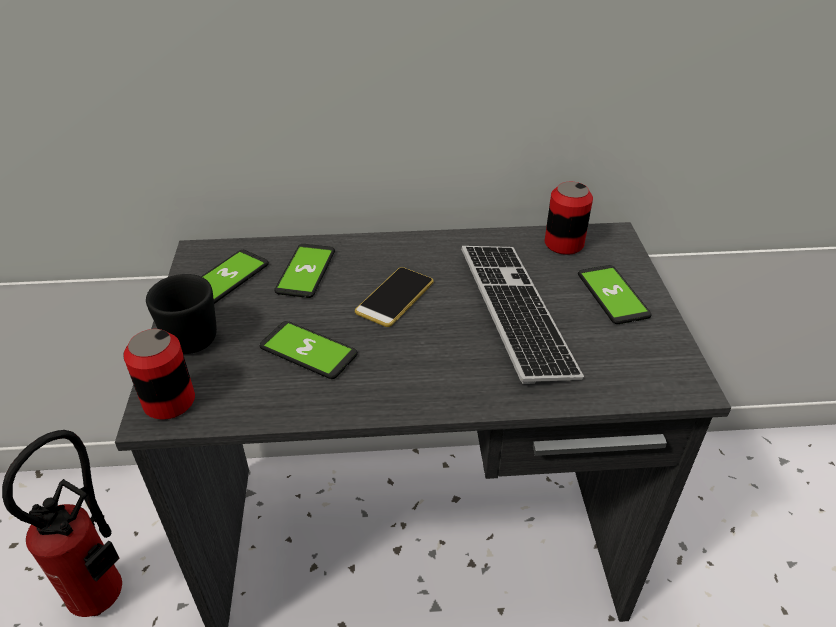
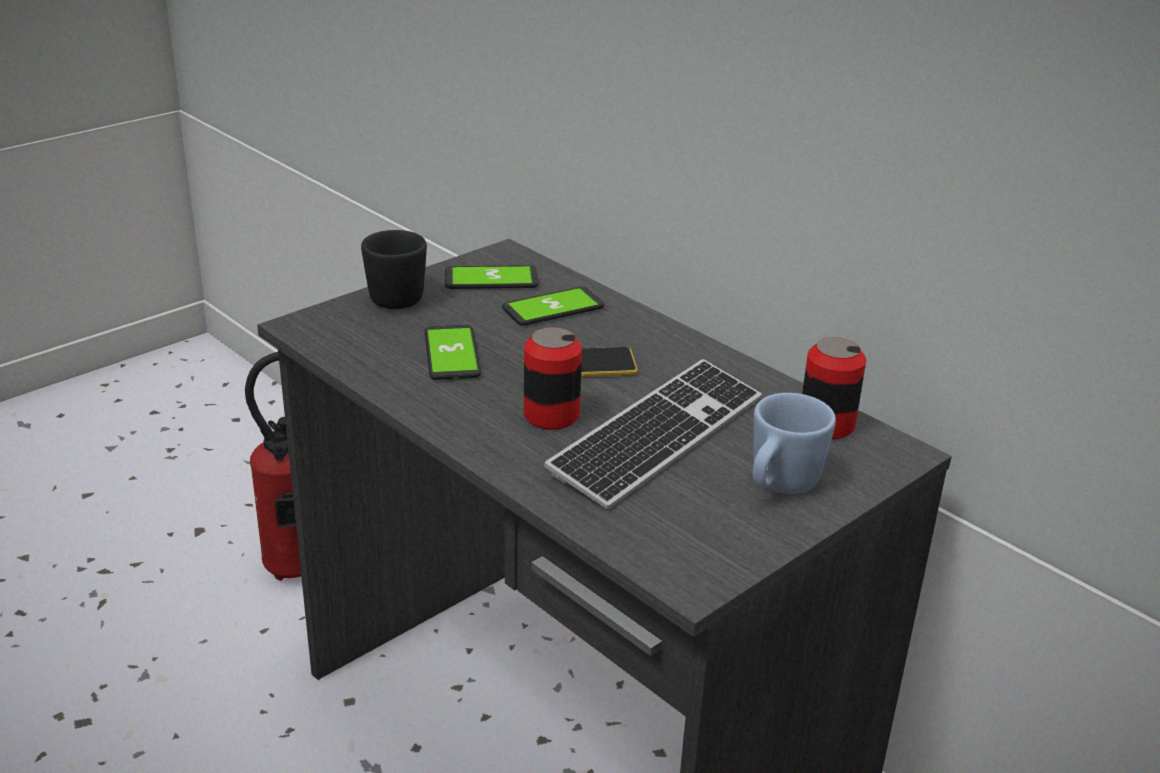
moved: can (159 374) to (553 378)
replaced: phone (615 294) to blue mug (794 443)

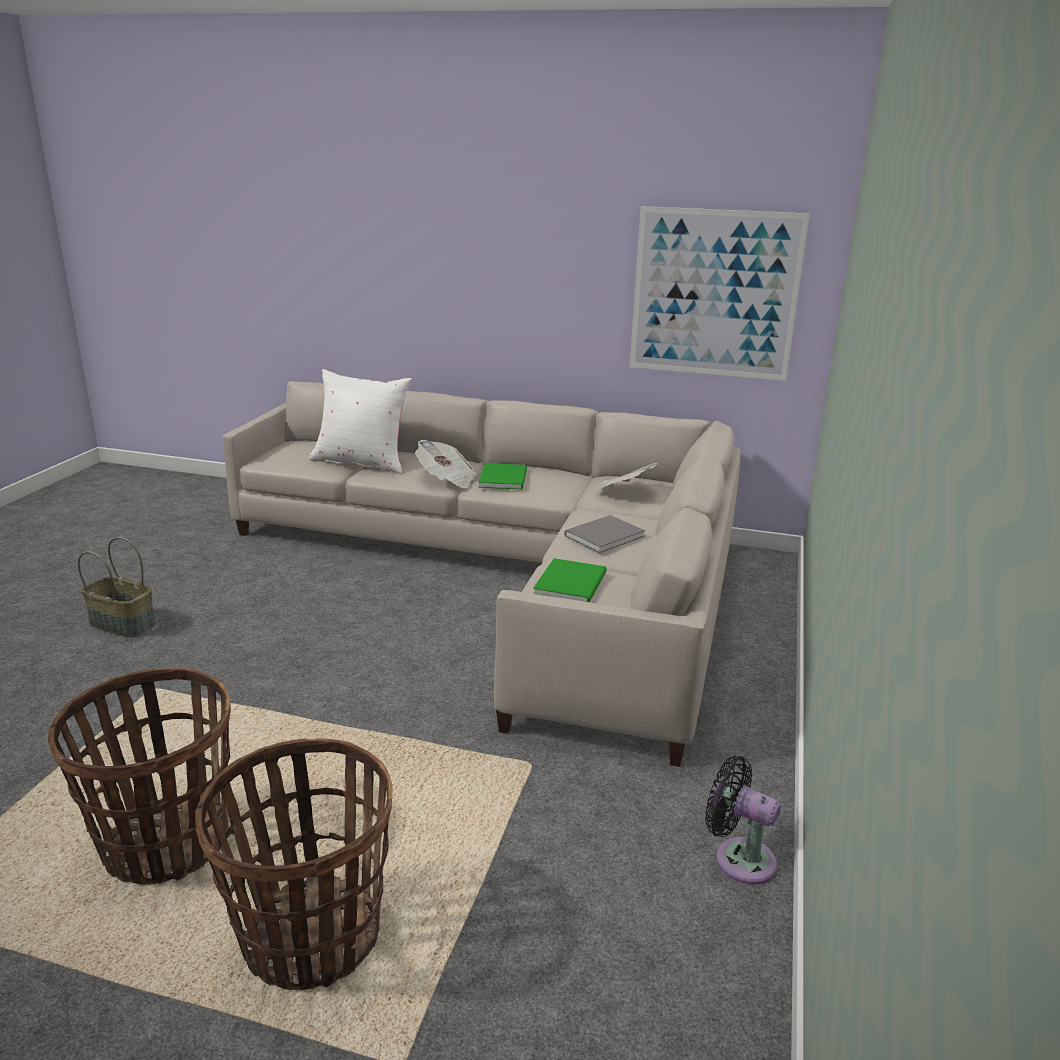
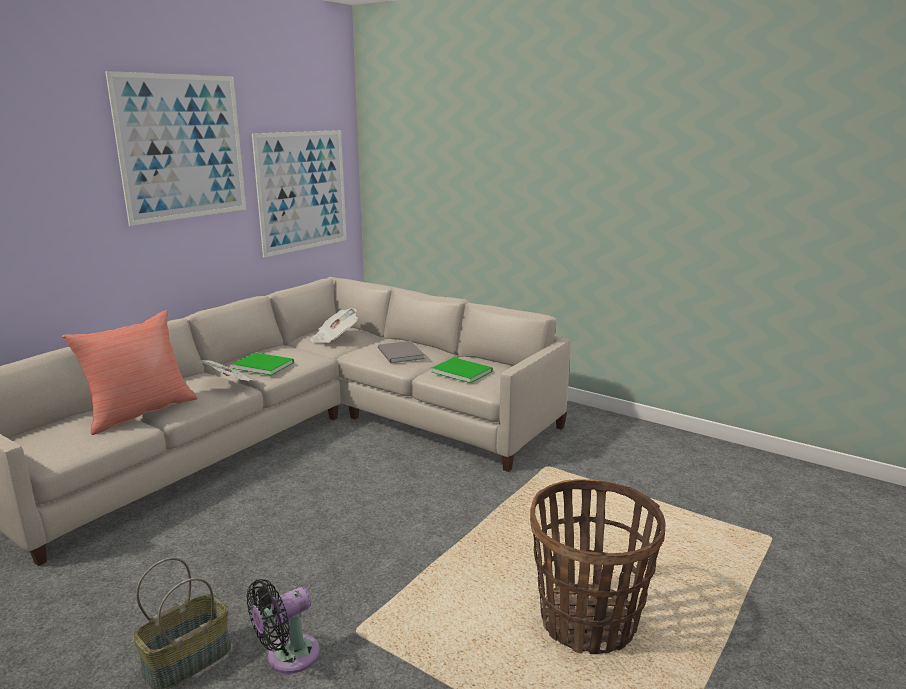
removed: basket (294 864)
added: picture (175 148)
moved: black fan (743 820) to (283 626)
recoloured: white pillow (360 421) to red pillow (130 372)

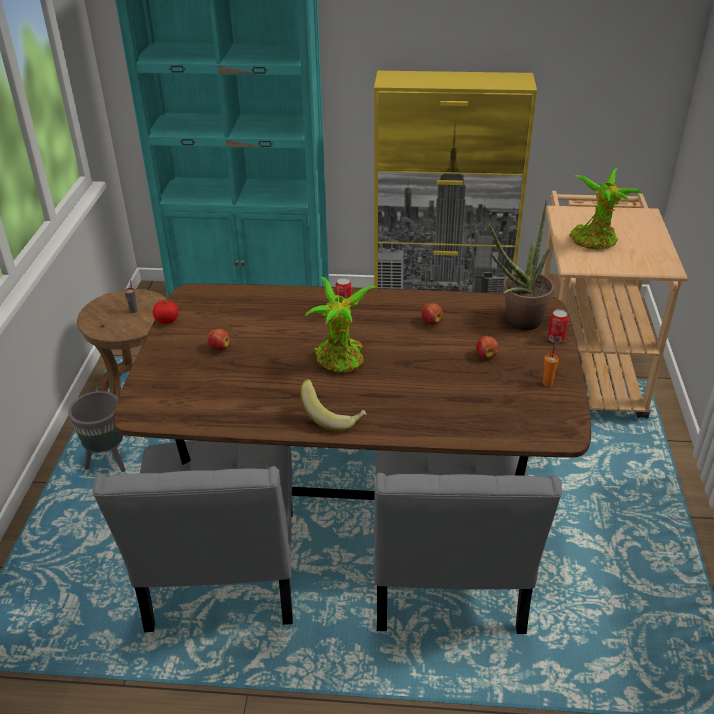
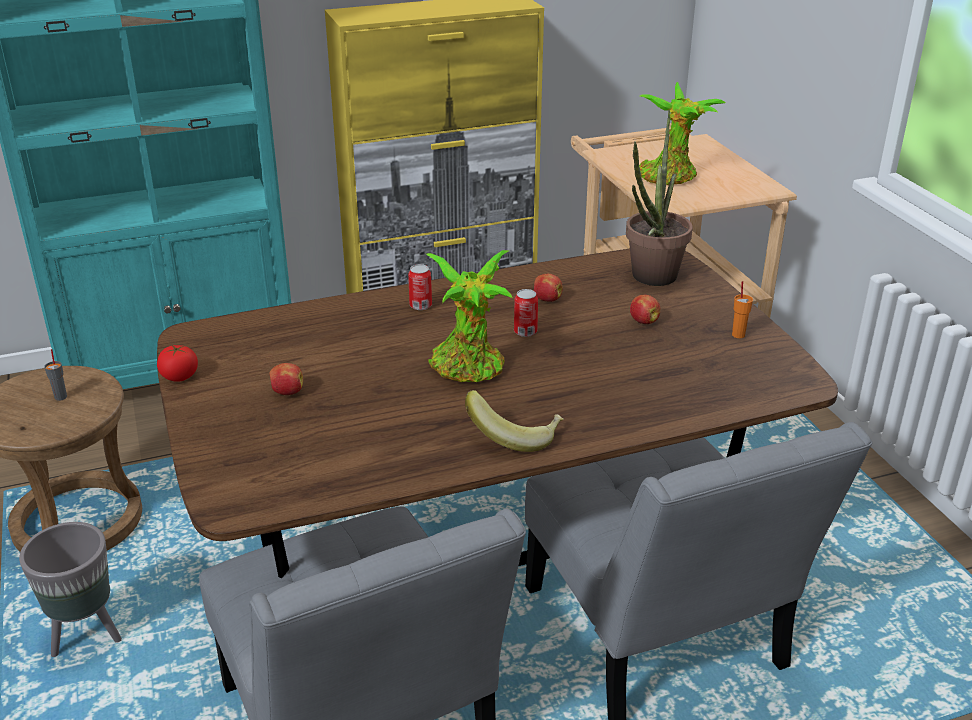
moved: can (558 326) to (526 313)

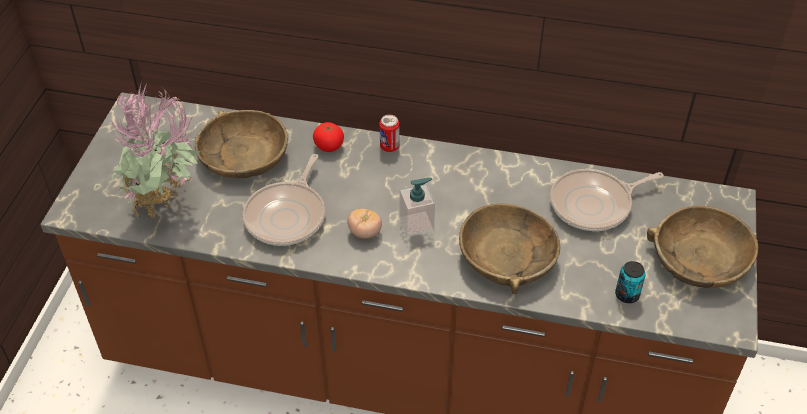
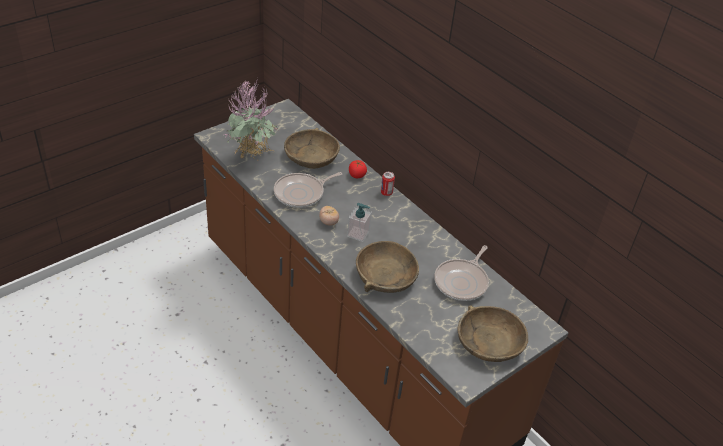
removed: can (630 282)
turned: frying pan (607 200) = (461 273) 75 degrees counterclockwise

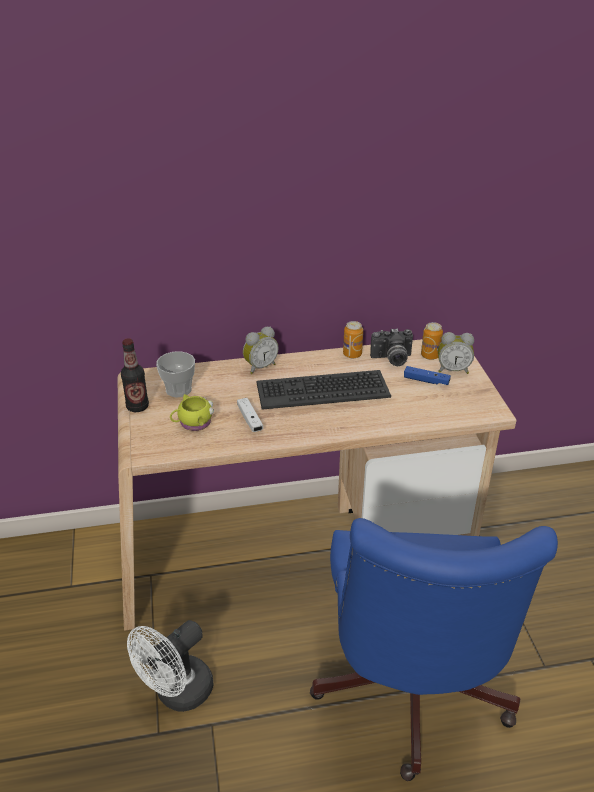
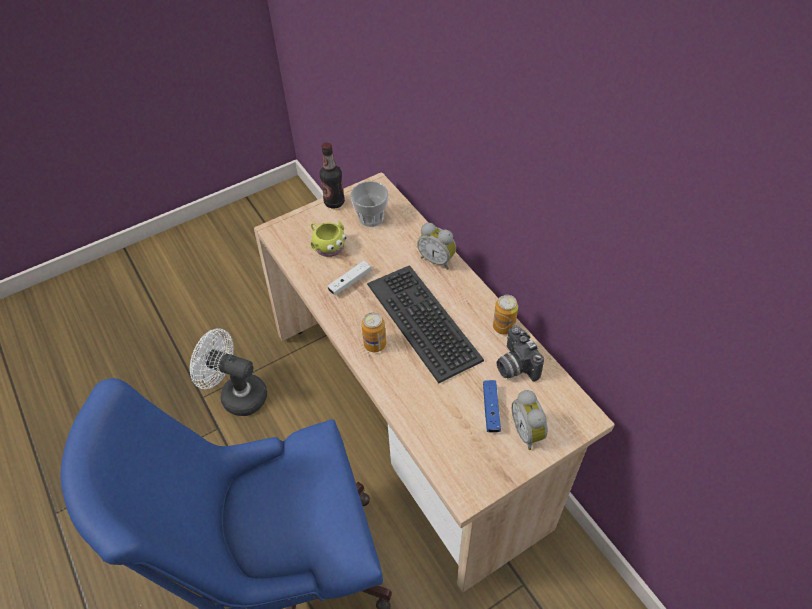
moved: can (432 341) to (373 332)

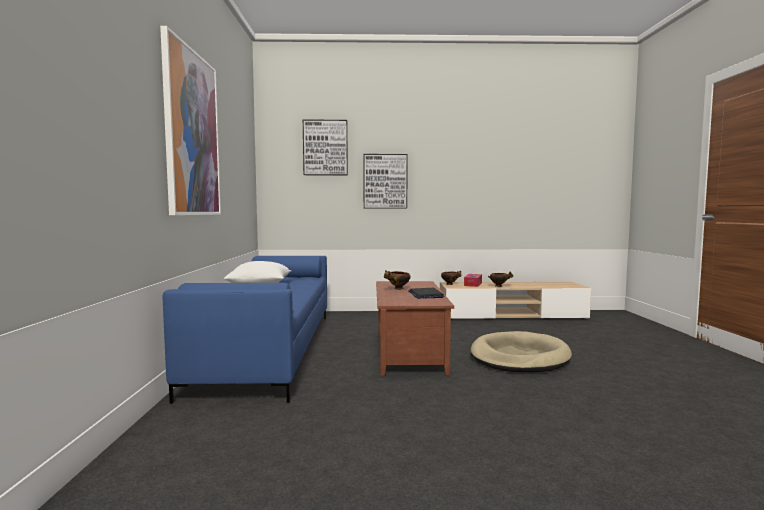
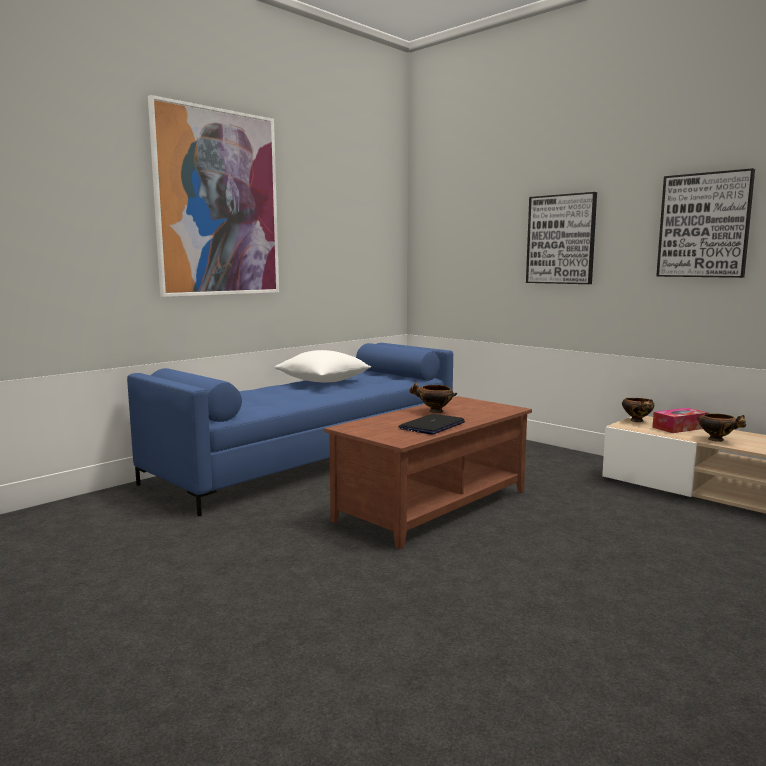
removed: beige dog bed (521 351)
moved: picture (325 147) to (705 223)

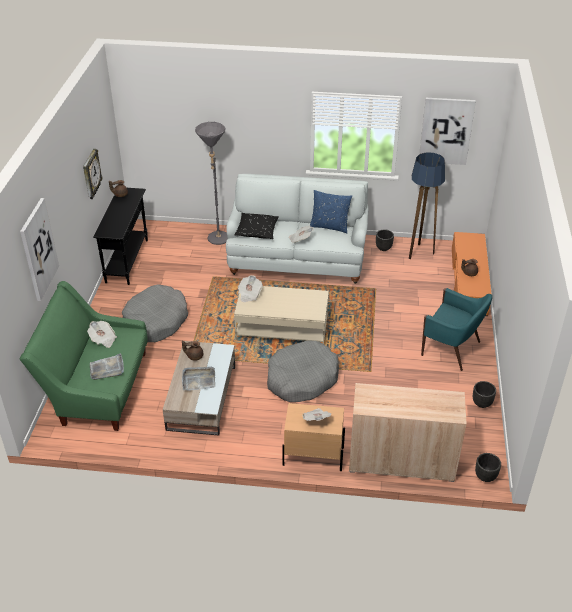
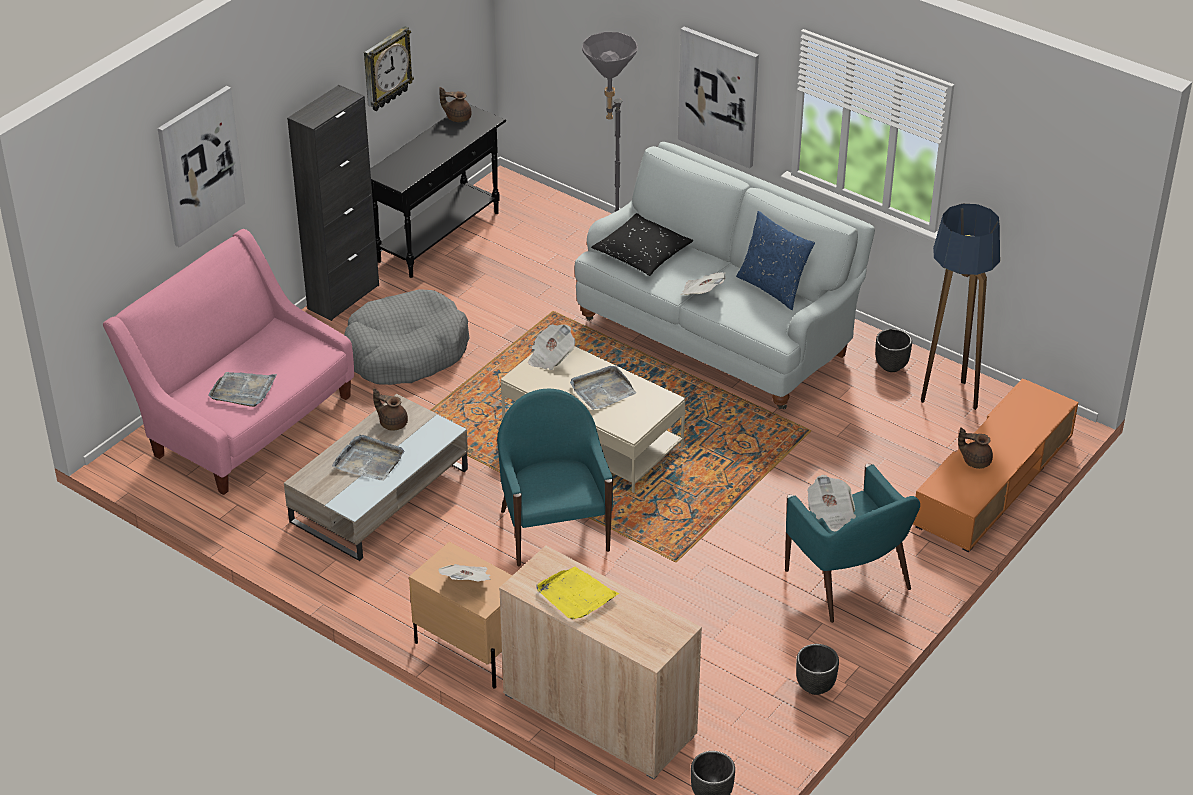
added: black cabinet (333 203); grey tray (603 388); yellow tray (577 593)
moved: picture (447 131) to (718 97); newspaper (102 334) to (831 503)
replaced: grey dog bed (303 371) to turquoise armchair (555 477)
recoloured: green sofa (83 356) to pink sofa (228 362)

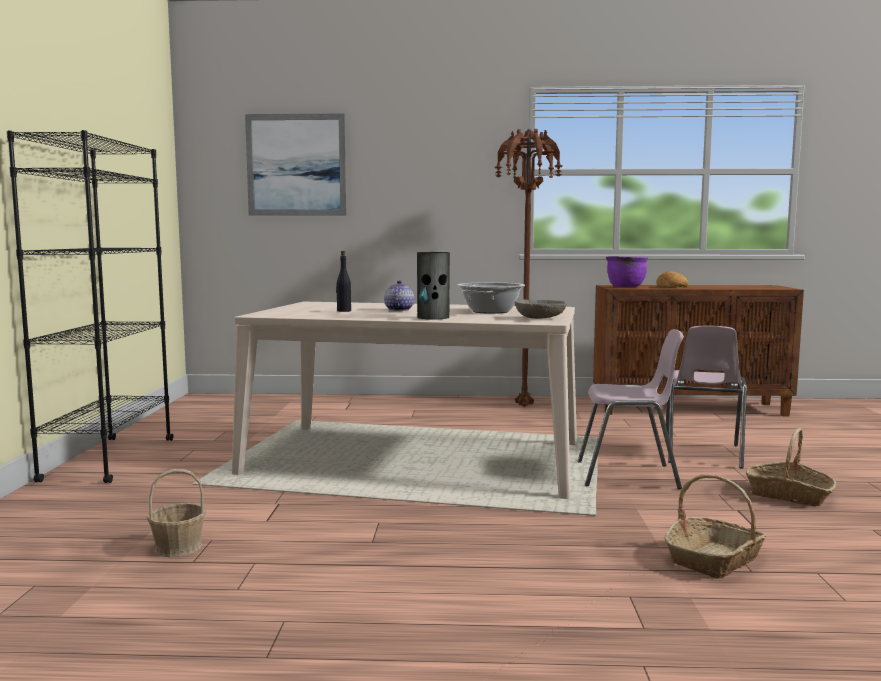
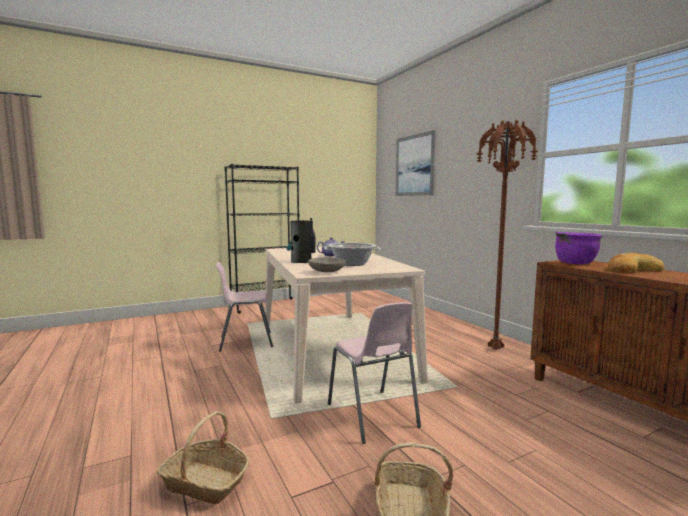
removed: basket (176 513)
moved: pink chair (706 397) to (244 307)

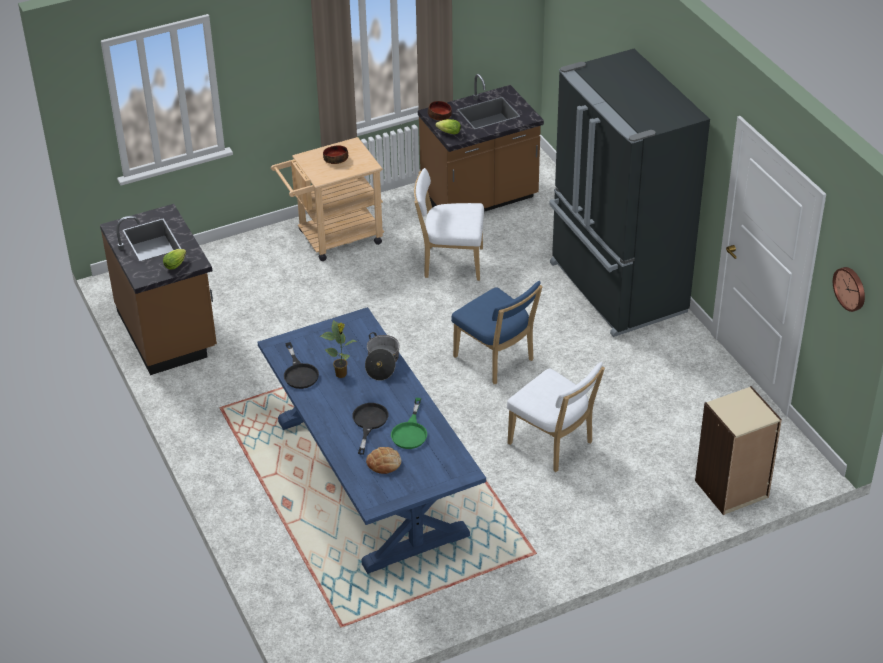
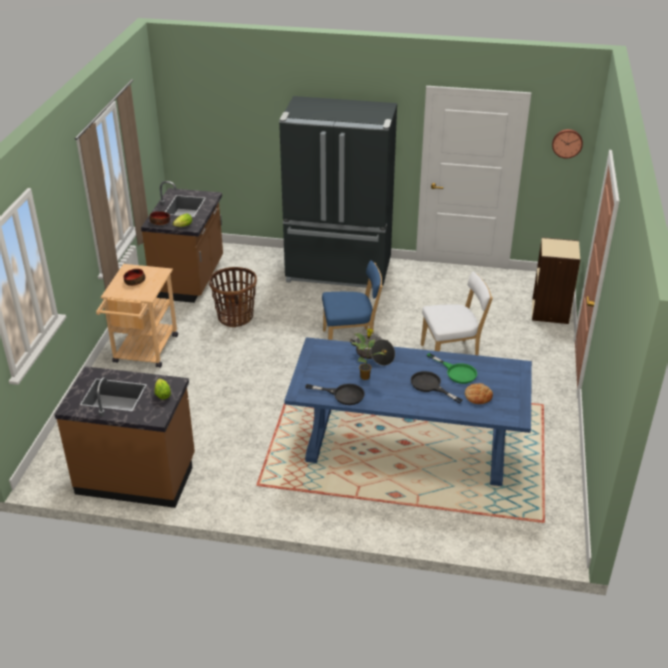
replaced: white chair (449 224) to basket (233 297)

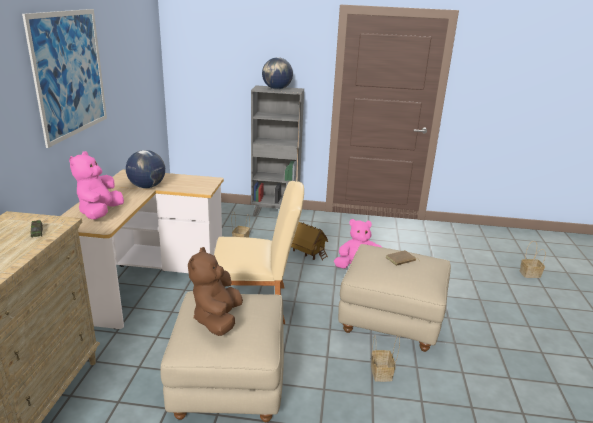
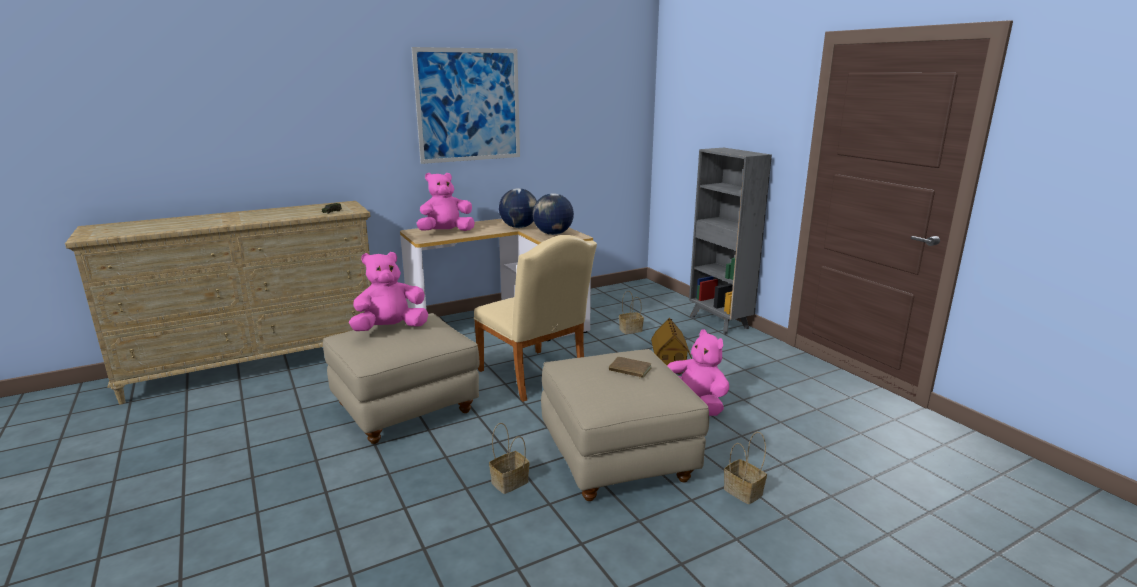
moved: globe (277 73) to (553 214); basket (533 259) to (745 468)
recoloured: brown plush toy (215 291) to pink plush toy (388 291)

